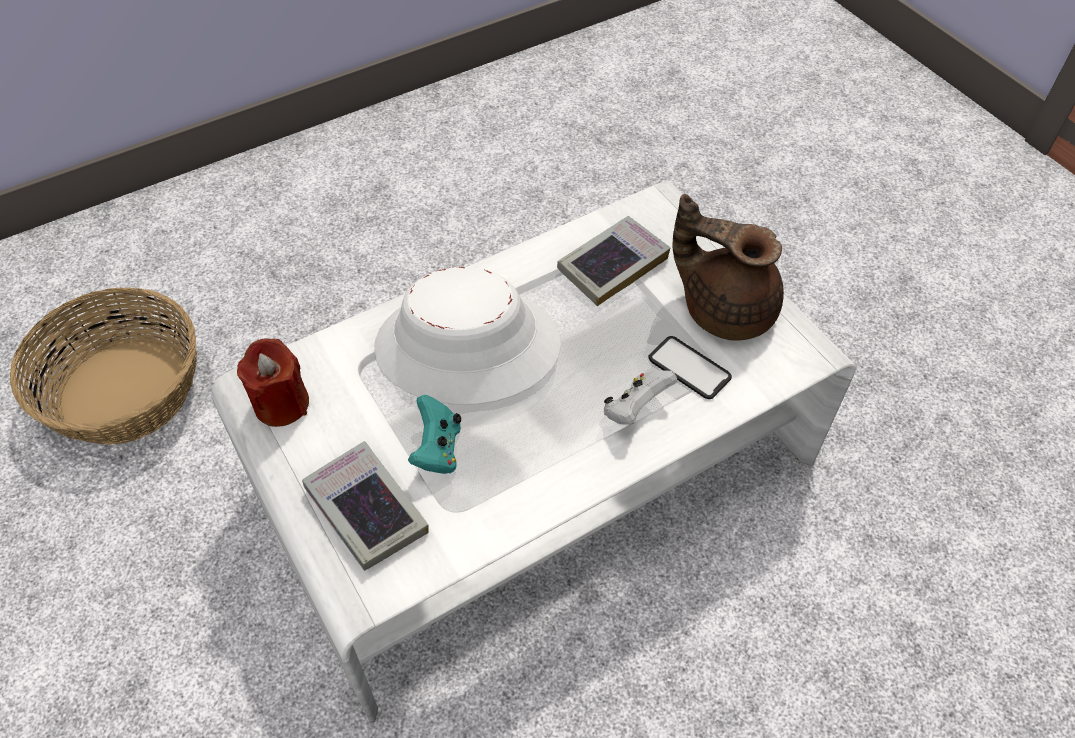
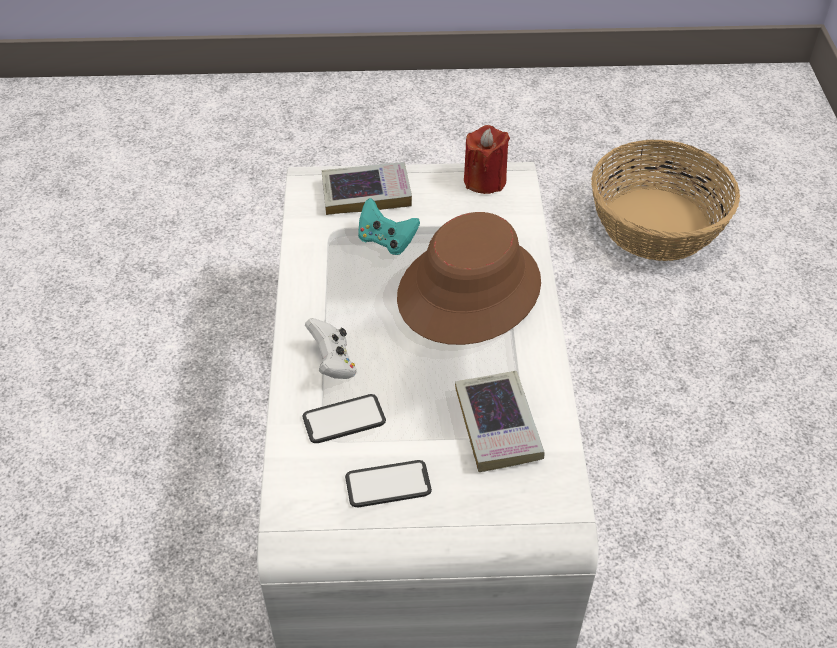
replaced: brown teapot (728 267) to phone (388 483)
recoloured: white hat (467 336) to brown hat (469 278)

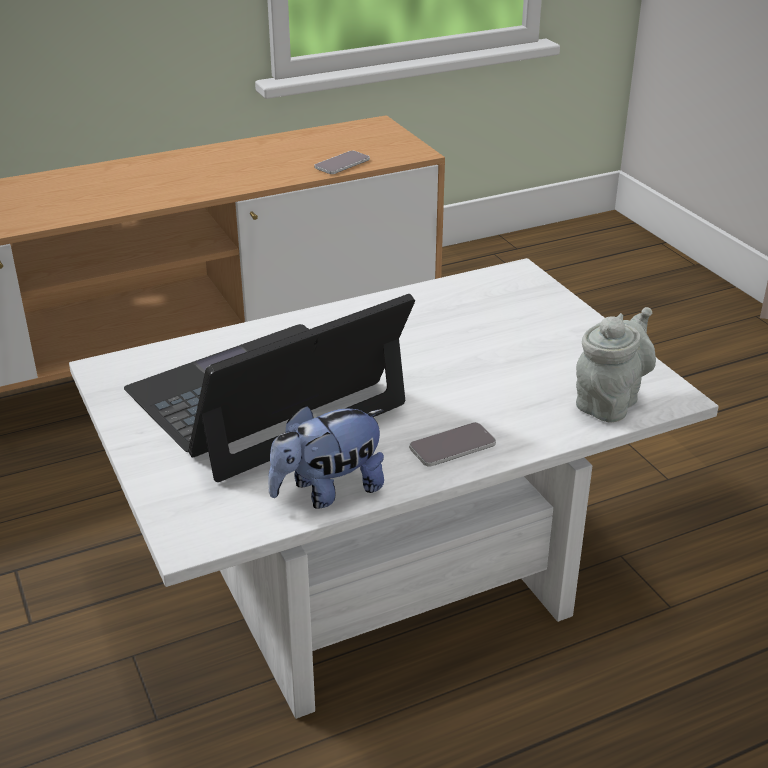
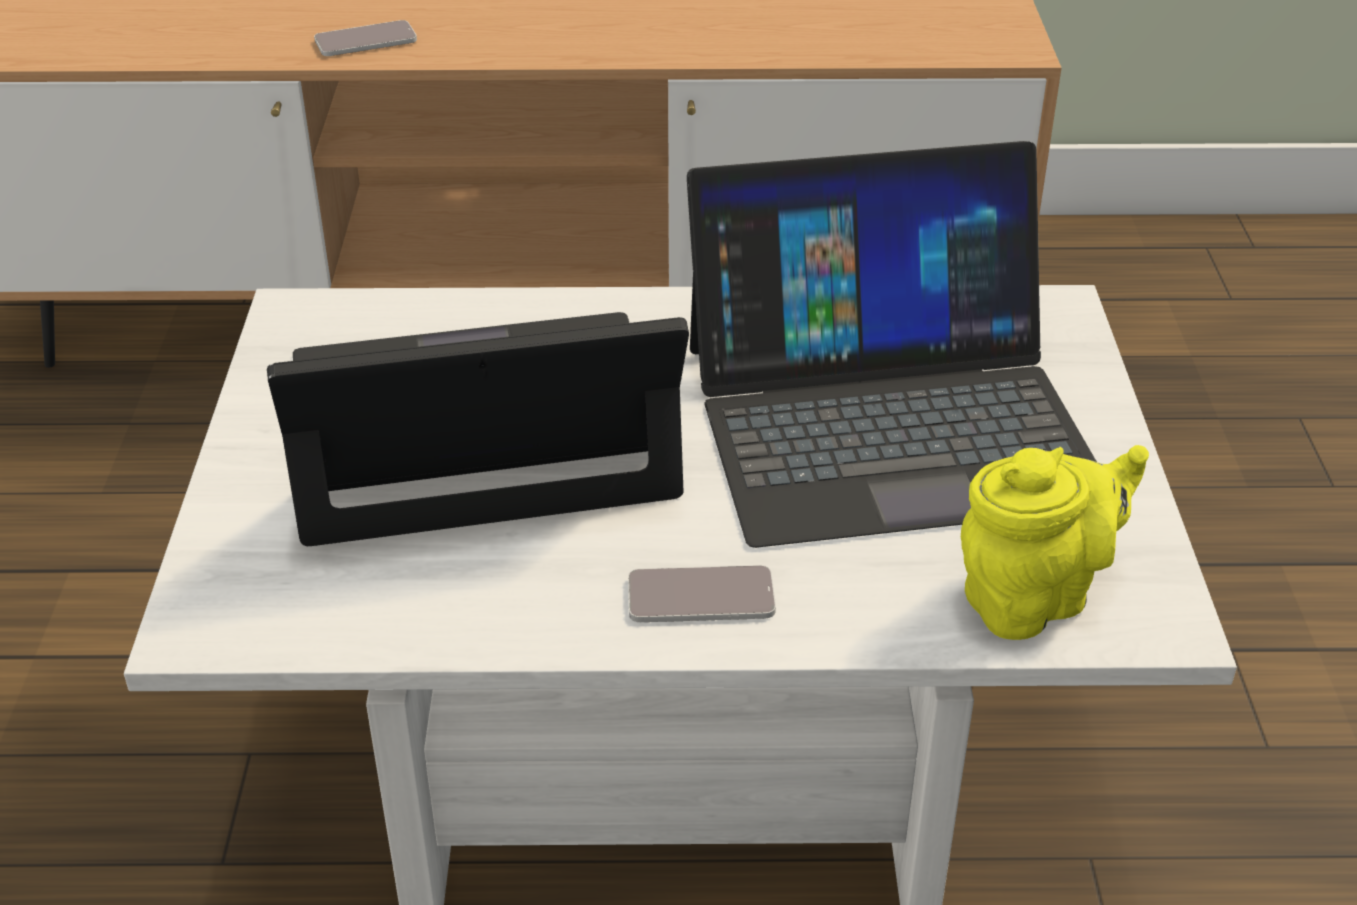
removed: plush toy (326 457)
added: laptop (892 344)
moved: phone (342 162) to (365 38)
recoloured: grey teapot (616 364) to yellow teapot (1055 542)

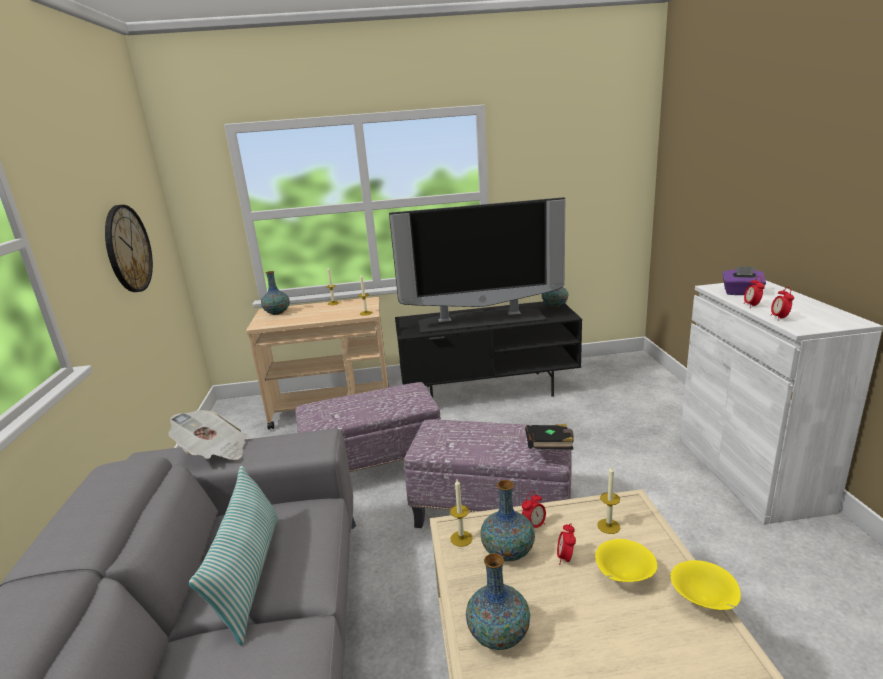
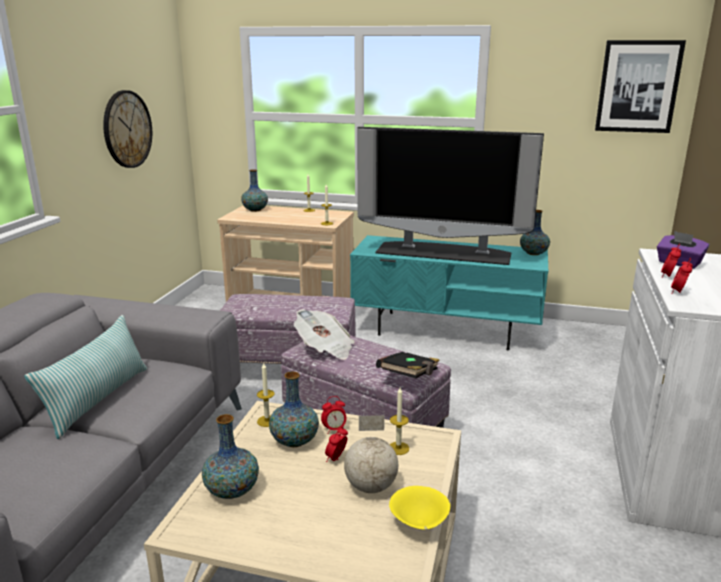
added: picture (640 86)
moved: newspaper (207 435) to (324 334)
replaced: yellow bowl (626 560) to globe (371 454)
recoloured: black tv stand (488 349) to turquoise tv stand (449 292)

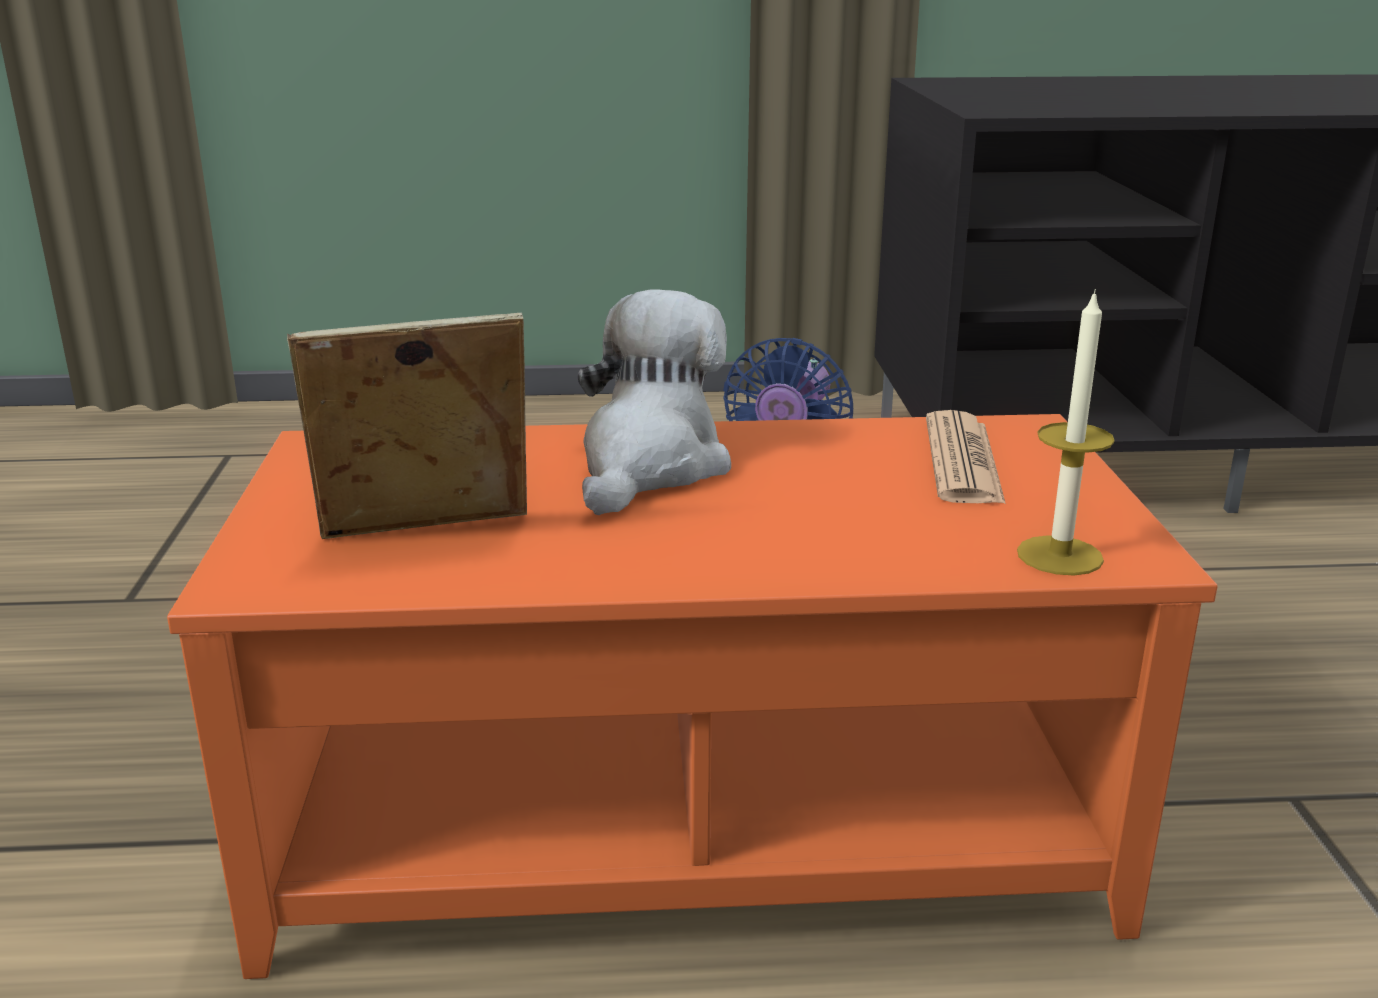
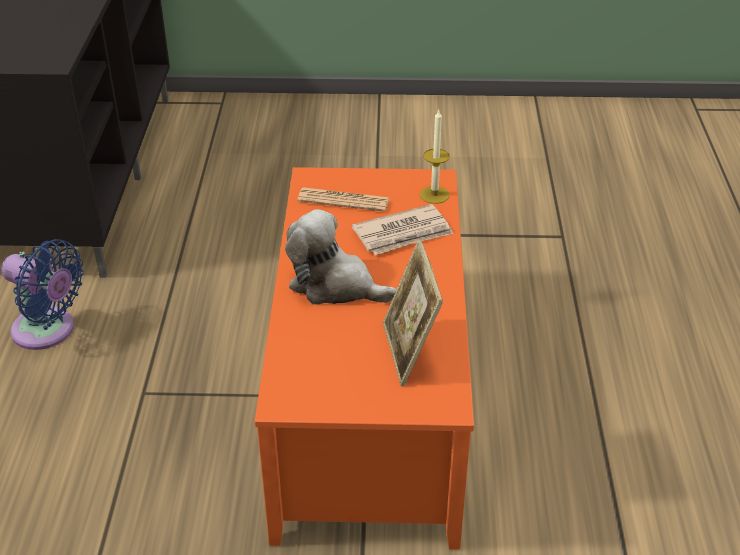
added: newspaper (403 229)

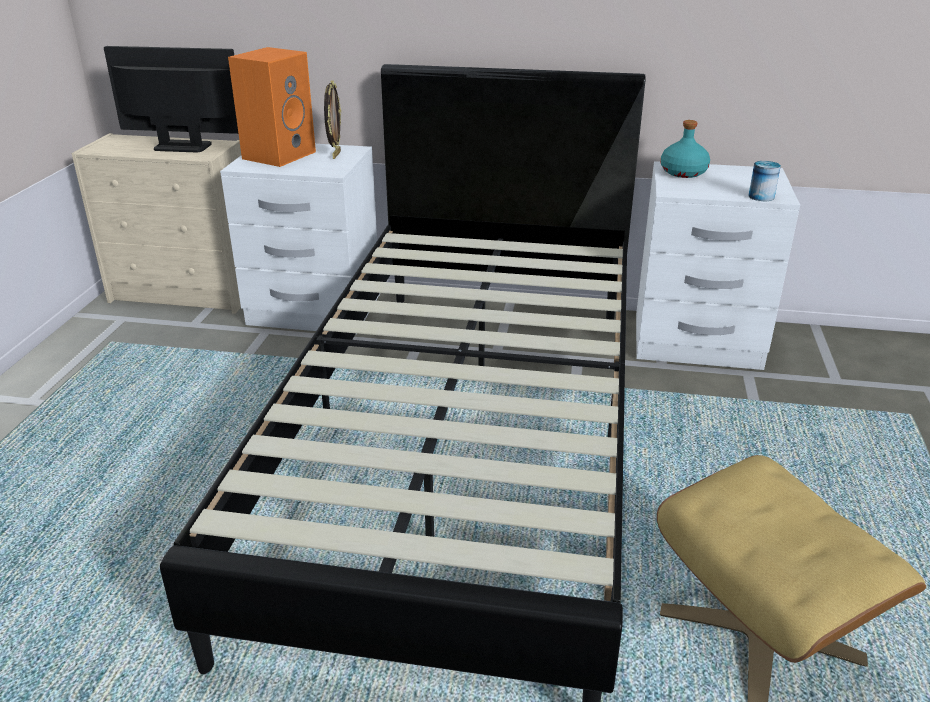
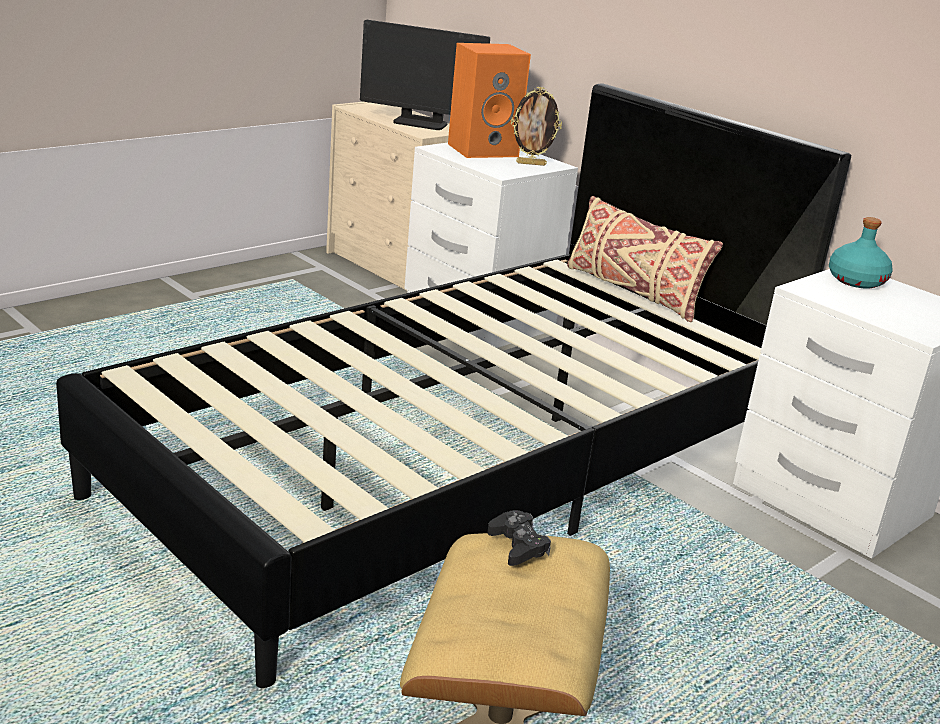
removed: can (764 181)
added: beige pillow (645 259); black game controller (519 538)
turned: monitor (171 99) = (425 75) 150 degrees clockwise; picture frame (332 119) = (536 126) 45 degrees clockwise

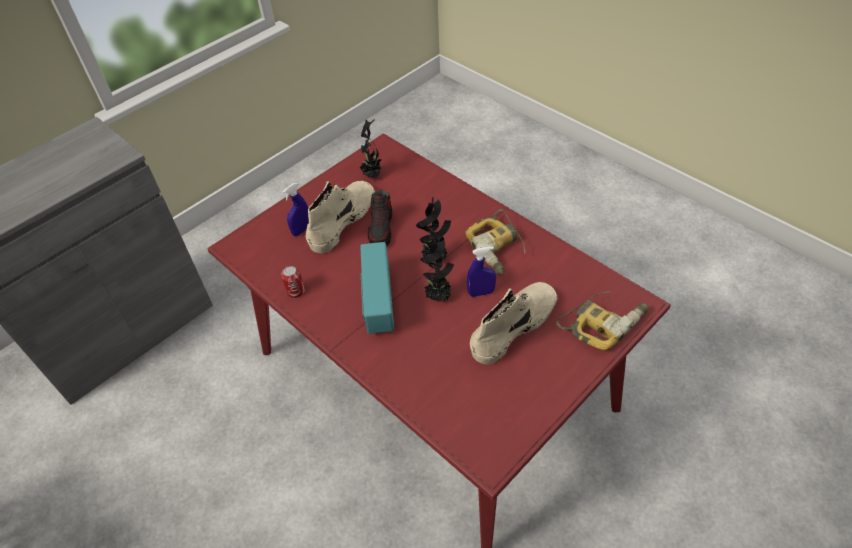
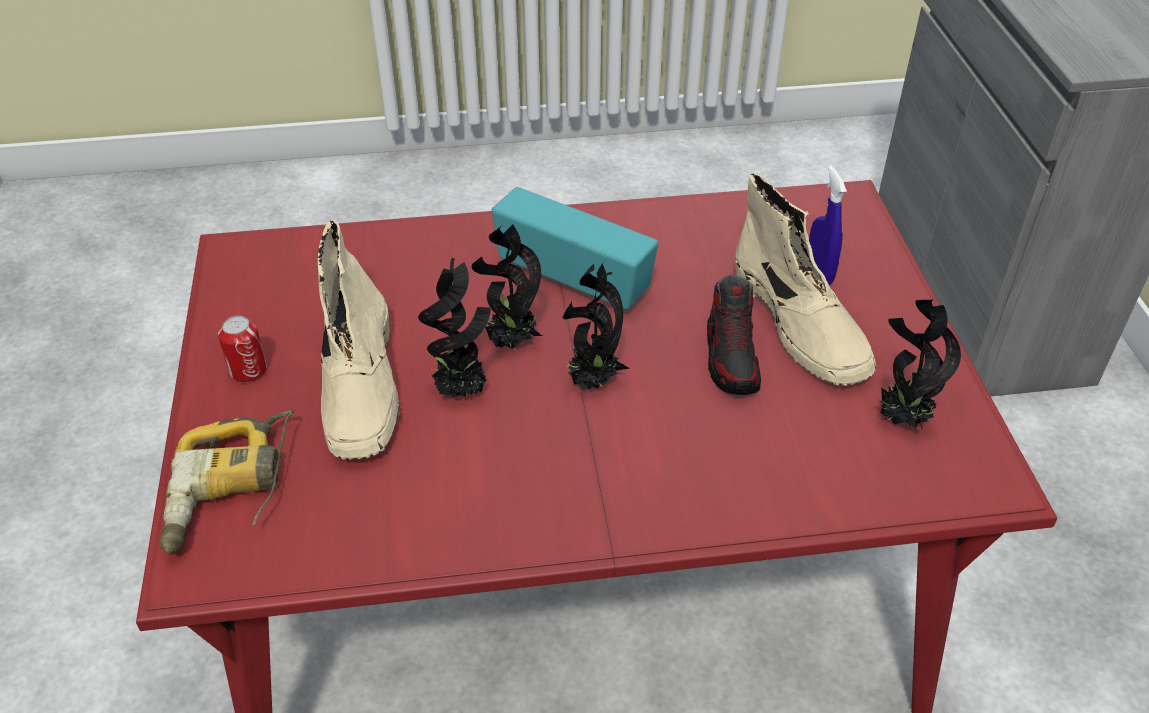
removed: power drill (496 242)
moved: can (293 282) to (242 349)
replaced: blue spray bottle (481 271) to potted plant (454 328)
turned: shoe (380 218) = (734 335) 135 degrees counterclockwise

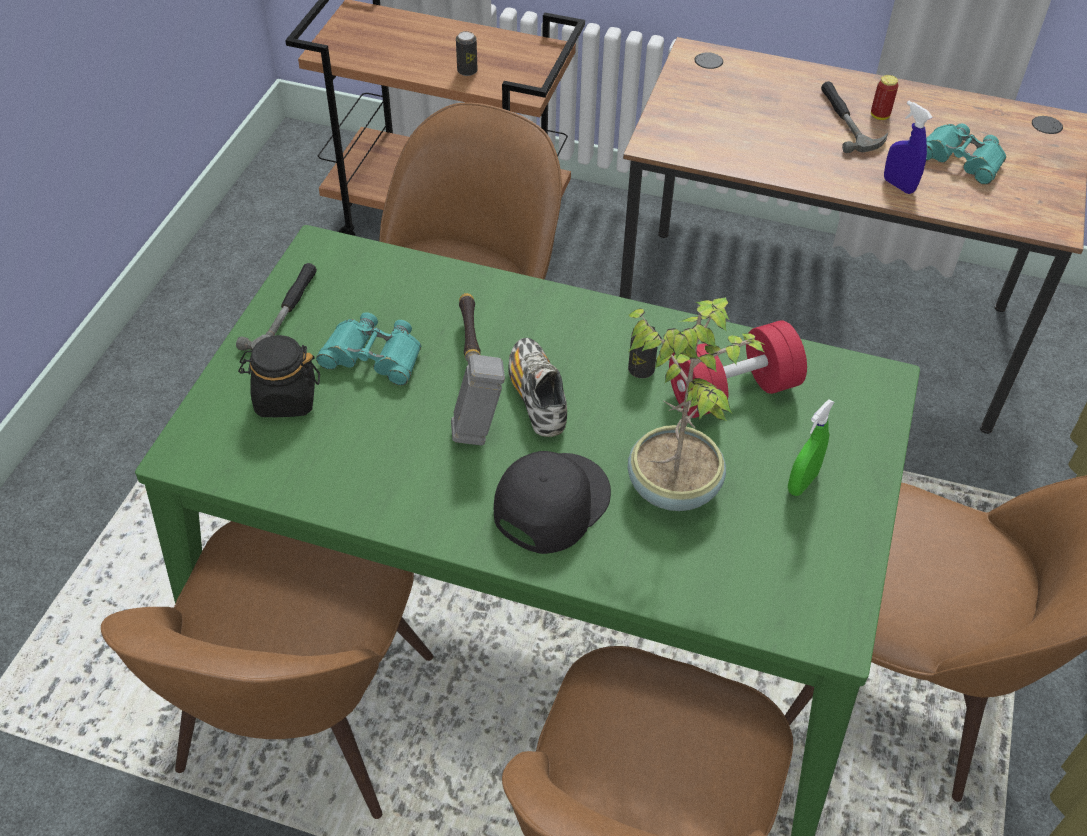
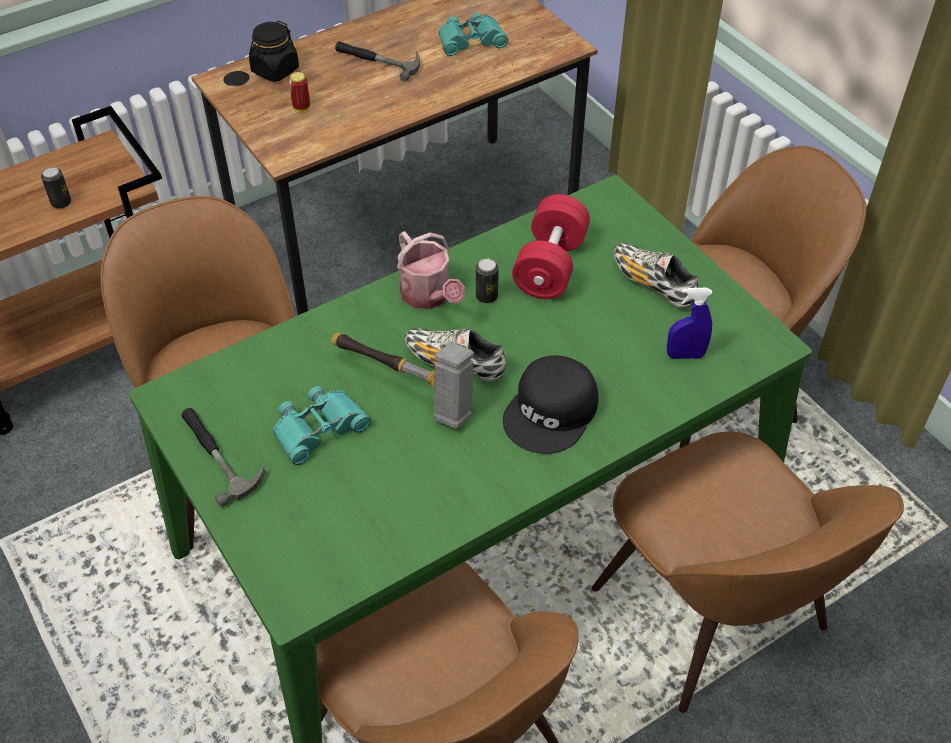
removed: potted plant (697 404)
added: watering can (431 270)
moved: can (884 97) to (299 92); blue spray bottle (908 147) to (689 323); black jar (279 376) to (274 51)
replaced: green spray bottle (811 447) to shoe (656 275)
turned: black cap (552 502) = (550 404) 135 degrees counterclockwise

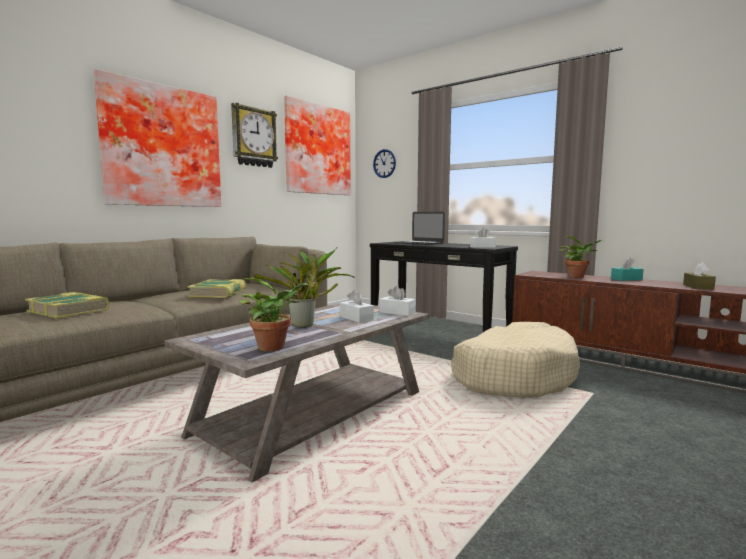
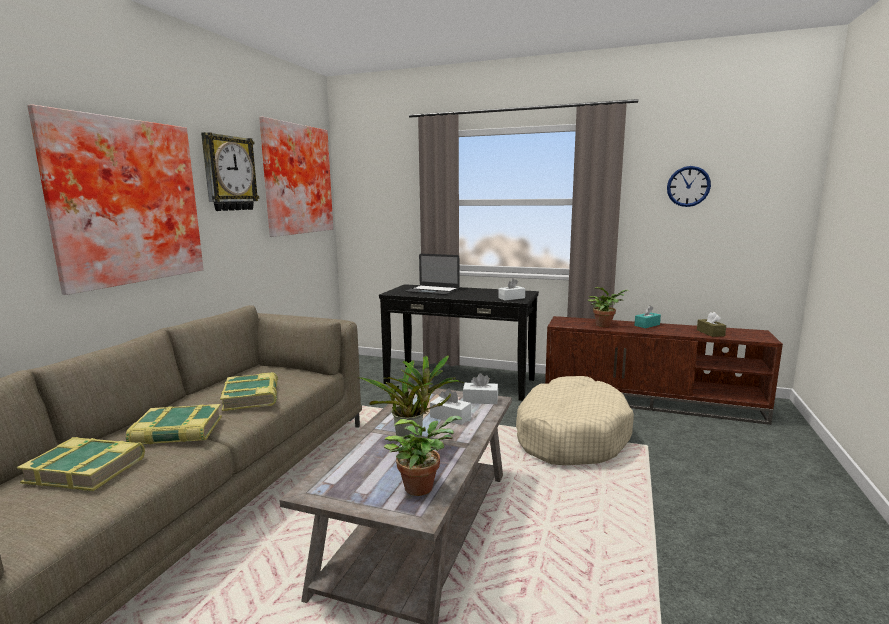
added: book (174 424)
moved: wall clock (384 163) to (689 186)

